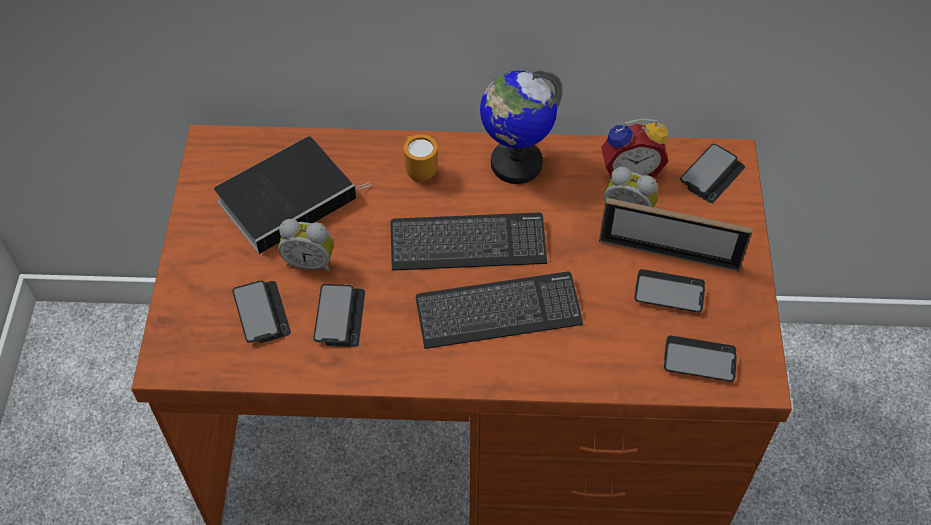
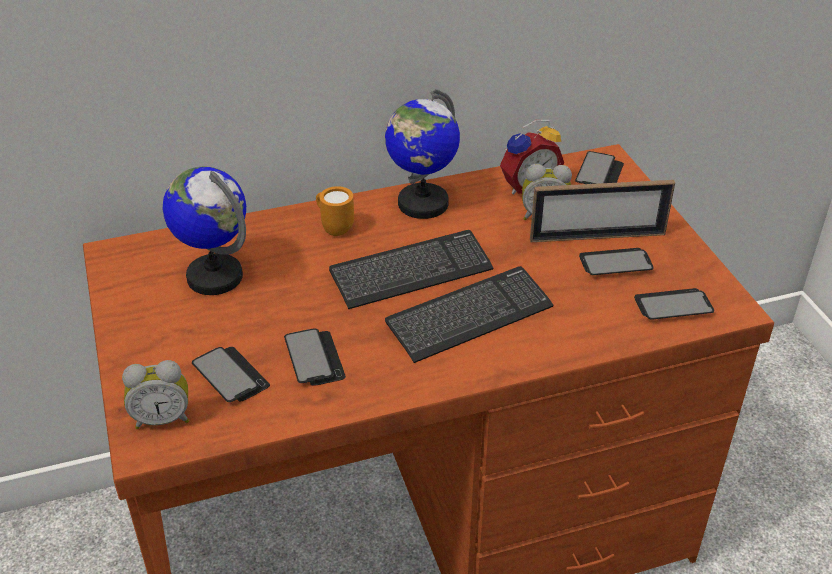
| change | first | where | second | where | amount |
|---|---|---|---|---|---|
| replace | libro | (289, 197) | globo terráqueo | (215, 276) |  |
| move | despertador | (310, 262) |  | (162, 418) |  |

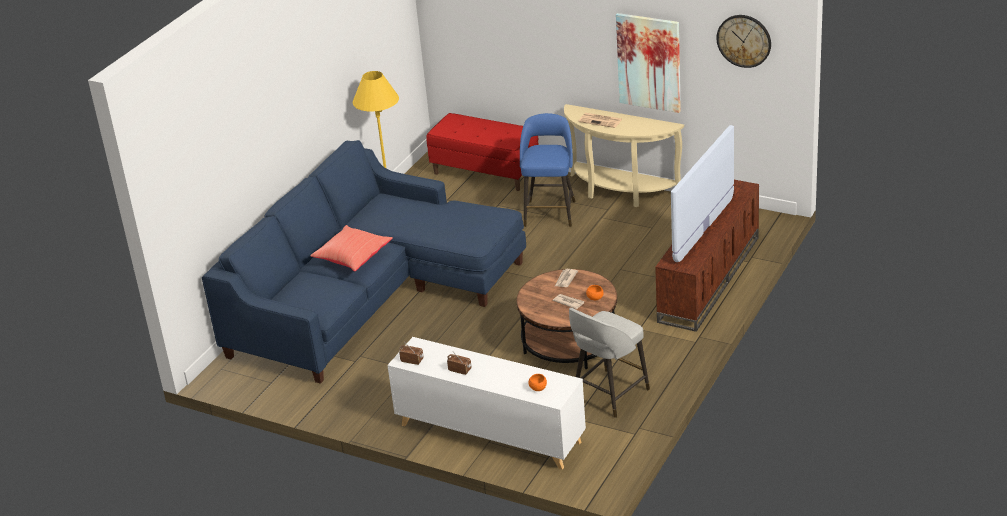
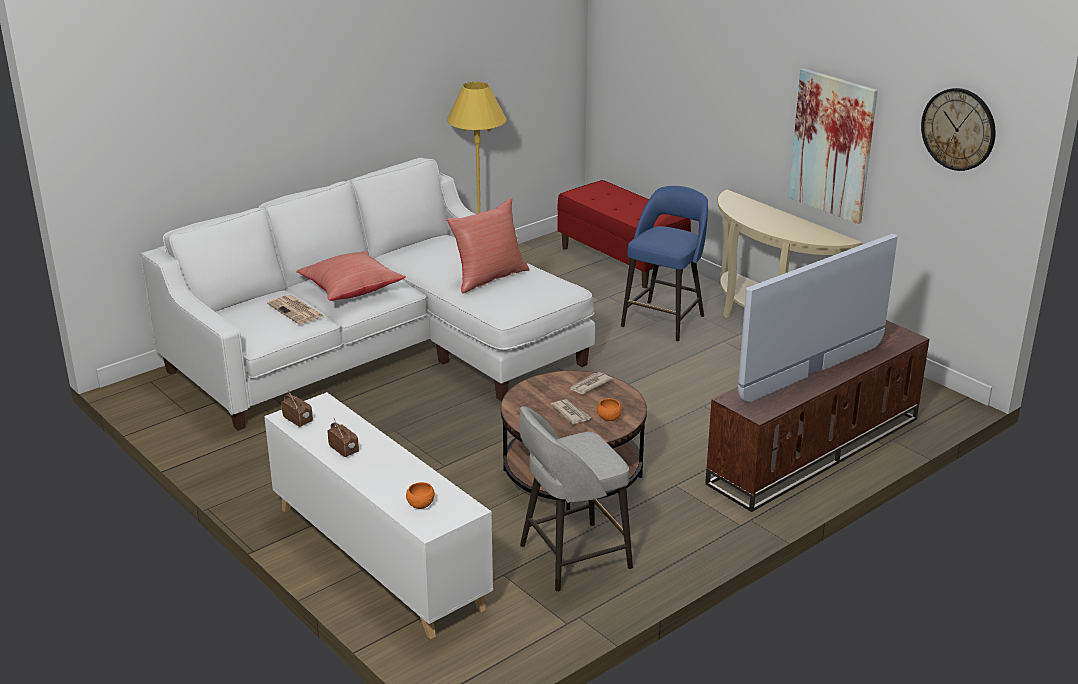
| change | first | where | second | where | amount |
|---|---|---|---|---|---|
| move | periódico | (601, 120) |  | (296, 310) |  |
| recolor | sofá (azul) | (370, 296) | sofá (blanco) | (381, 351) |  |
| insert |  |  | cojín (rojo) | (489, 277) |  |

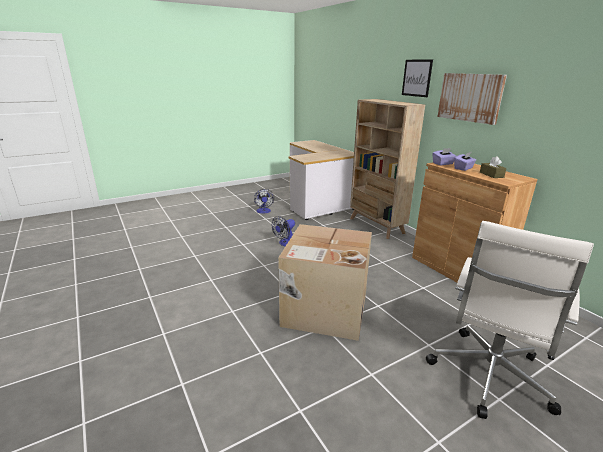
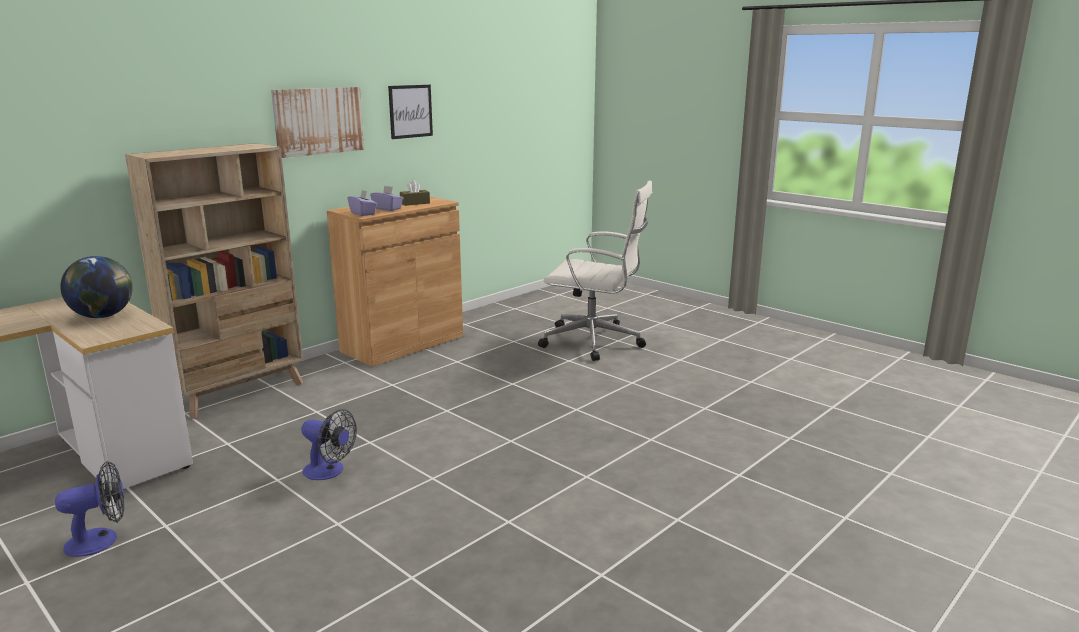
| change | first | where | second | where | amount |
|---|---|---|---|---|---|
| move | cuadro | (417, 78) |  | (410, 111) |  |
| delete | caja de cartón | (324, 310) |  |  |  |
| insert |  |  | globo terráqueo | (103, 316) |  |

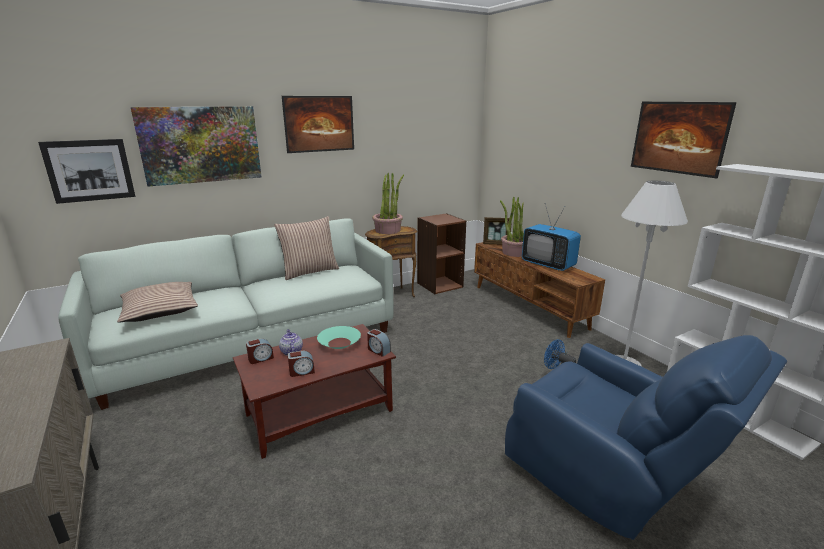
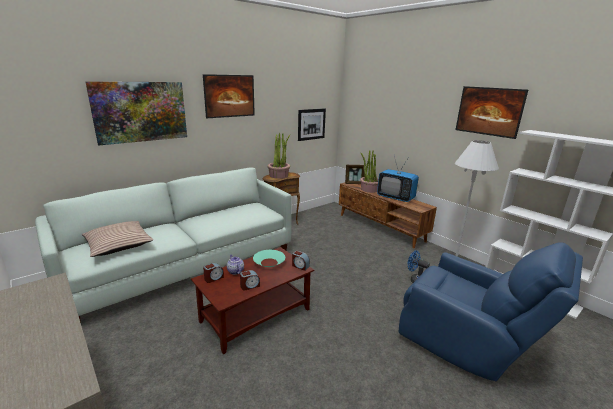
| change | first | where | second | where | amount |
|---|---|---|---|---|---|
| move | cuadro | (89, 170) |  | (311, 124) |  |
| delete | estantería (marrón) | (439, 285) |  |  |  |
| delete | cojín | (309, 271) |  |  |  |

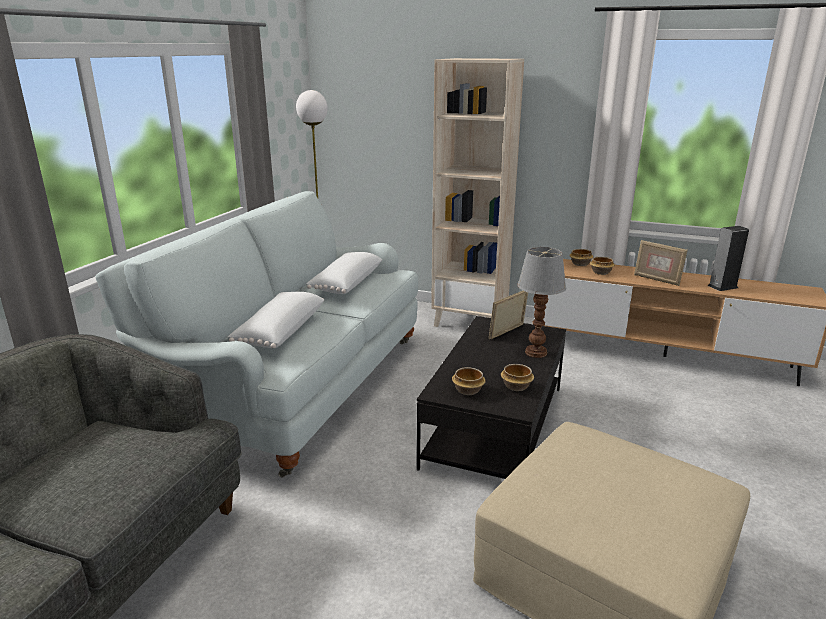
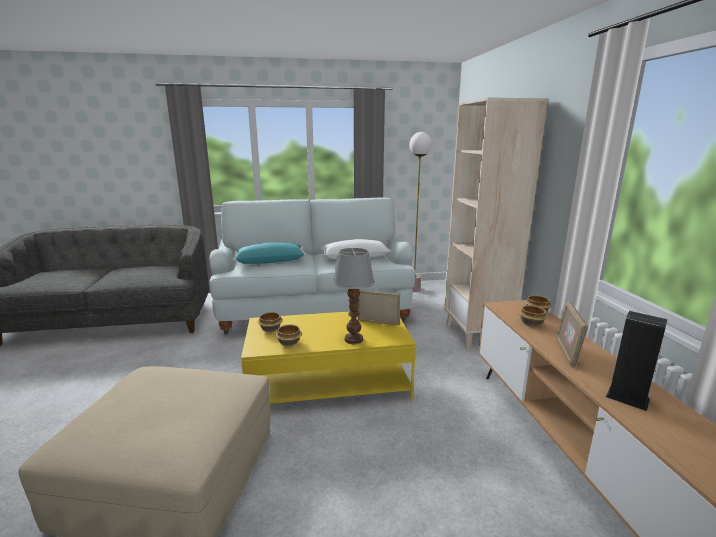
| change | first | where | second | where | amount |
|---|---|---|---|---|---|
| recolor | cojín (blanco) | (279, 331) | cojín (turquesa) | (270, 261) |  |
| recolor | mesa de centro (negro) | (495, 426) | mesa de centro (amarillo) | (329, 384) |  |

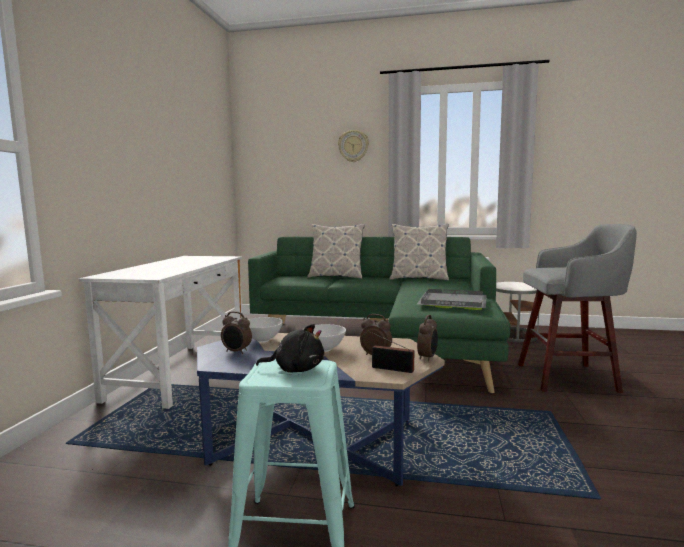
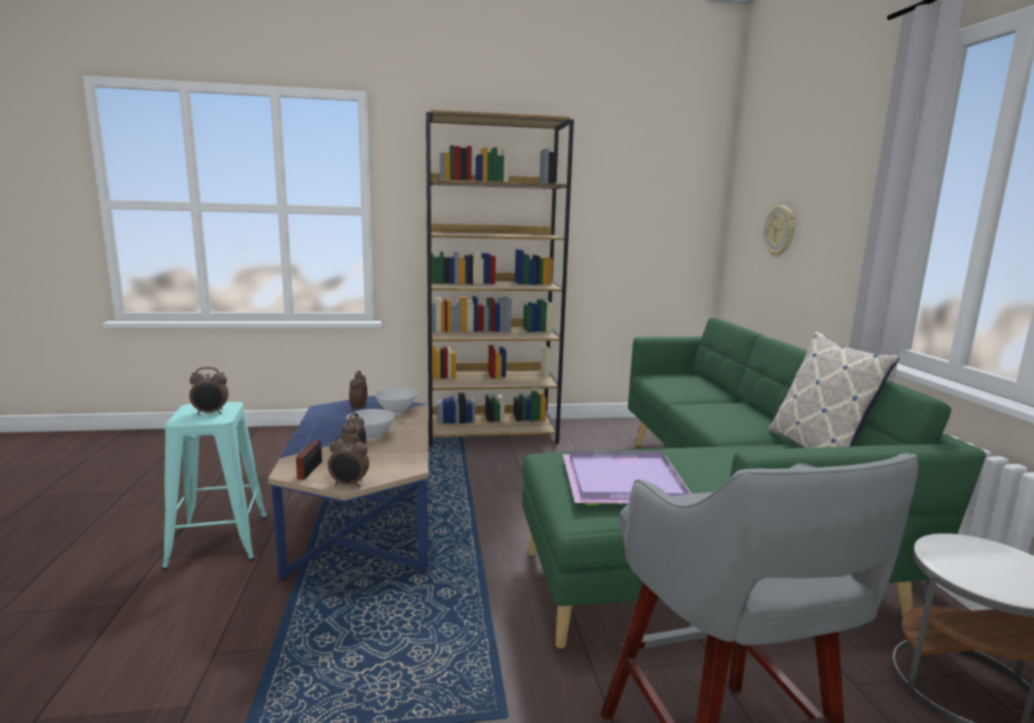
| change | first | where | second | where | amount |
|---|---|---|---|---|---|
| move | reloj de pared | (353, 146) |  | (780, 231) |  |
| delete | cojín | (336, 276) |  |  |  |
| replace | escritorio (blanco) | (180, 372) | estantería (marrón) | (492, 433) |  |
| recolor | bandeja (gris) | (454, 302) | bandeja (morado) | (622, 483) |  |
| replace | peluche (negro) | (296, 369) | despertador | (211, 413) |  |

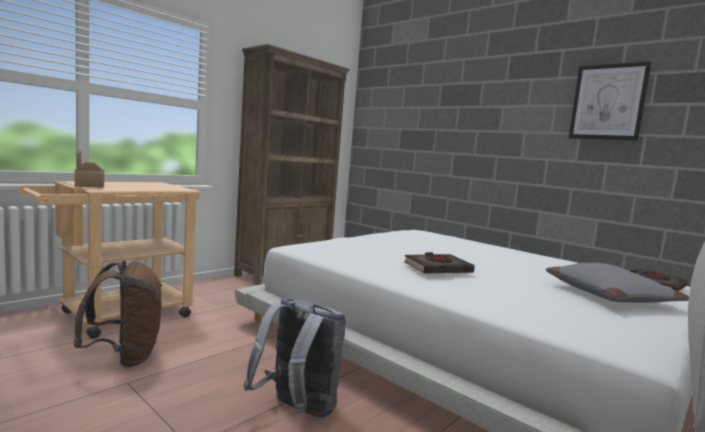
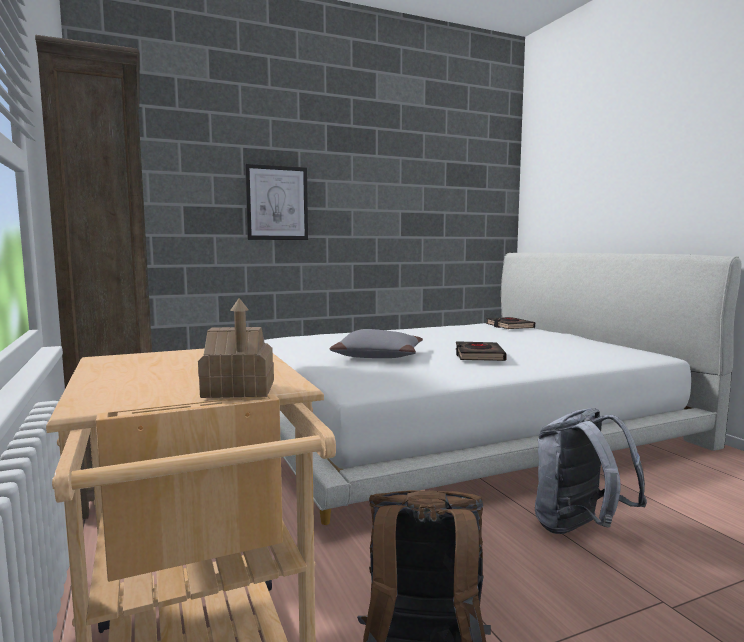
| change | first | where | second | where | amount |
|---|---|---|---|---|---|
| move | cuadro | (608, 102) |  | (277, 203) |  |
| move | cojín (gris) | (610, 296) |  | (378, 356) |  |

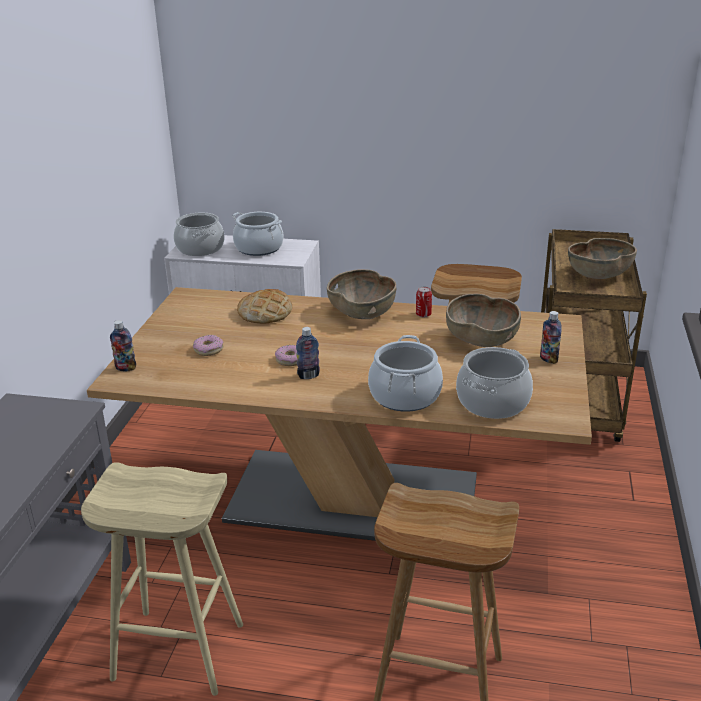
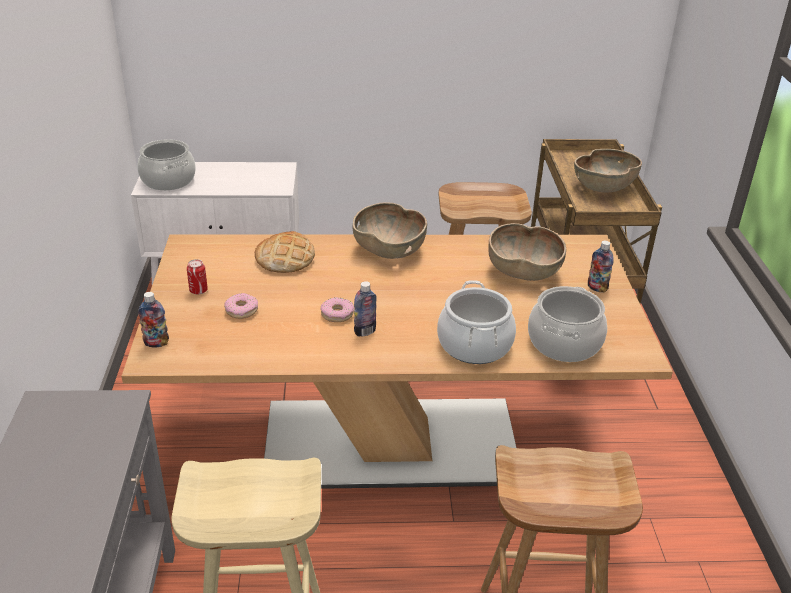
| change | first | where | second | where | amount |
|---|---|---|---|---|---|
| delete | olla | (259, 248) |  |  |  |
| move | lata | (423, 314) |  | (198, 290) |  |

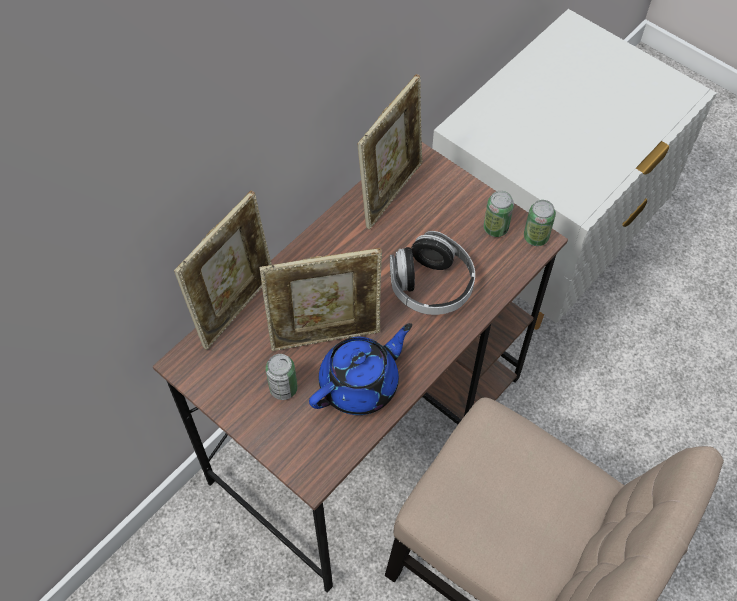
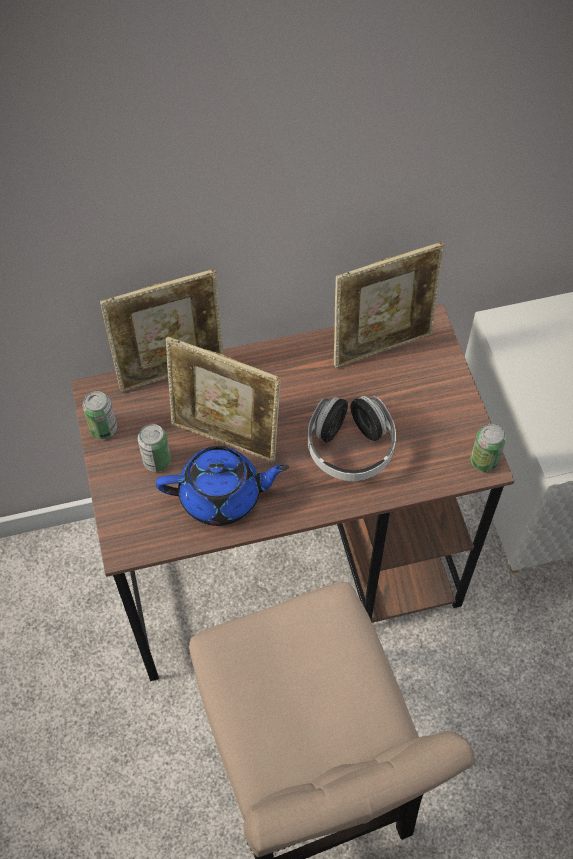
| change | first | where | second | where | amount |
|---|---|---|---|---|---|
| move | lata | (495, 228) |  | (103, 429) |  |

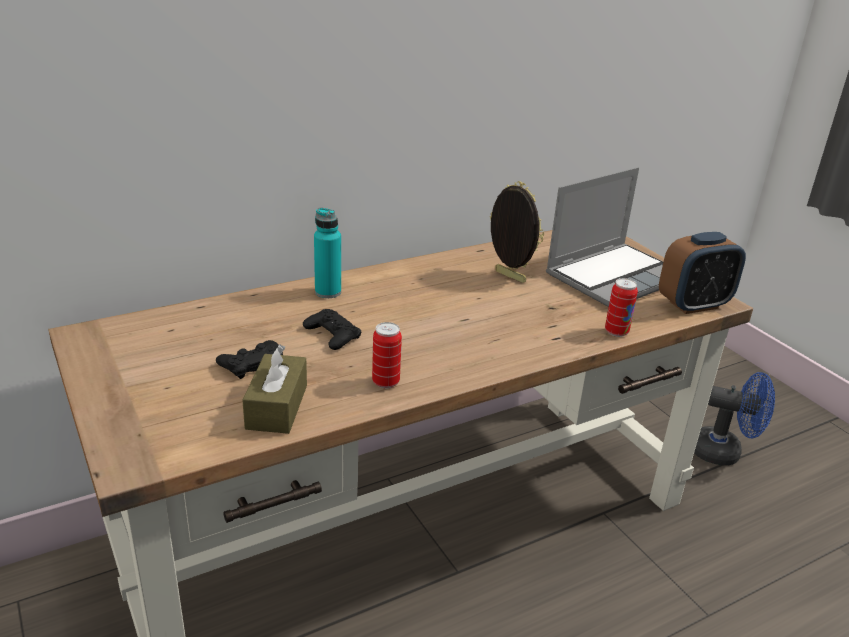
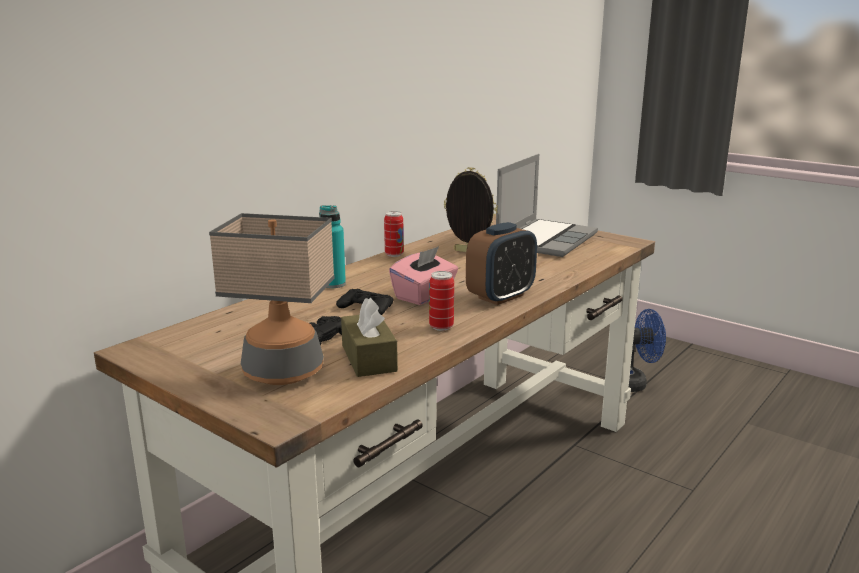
| change | first | where | second | where | amount |
|---|---|---|---|---|---|
| move | despertador | (693, 305) |  | (501, 297) |  |
| move | lata | (616, 332) |  | (394, 254) |  |
| insert |  |  | lámpara de mesa | (283, 372) |  |
| insert |  |  | caja de pañuelos (rosa) | (424, 295) |  |

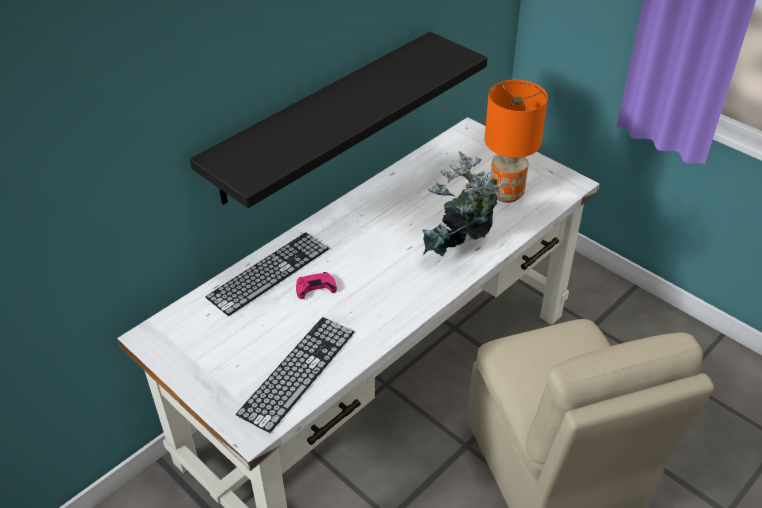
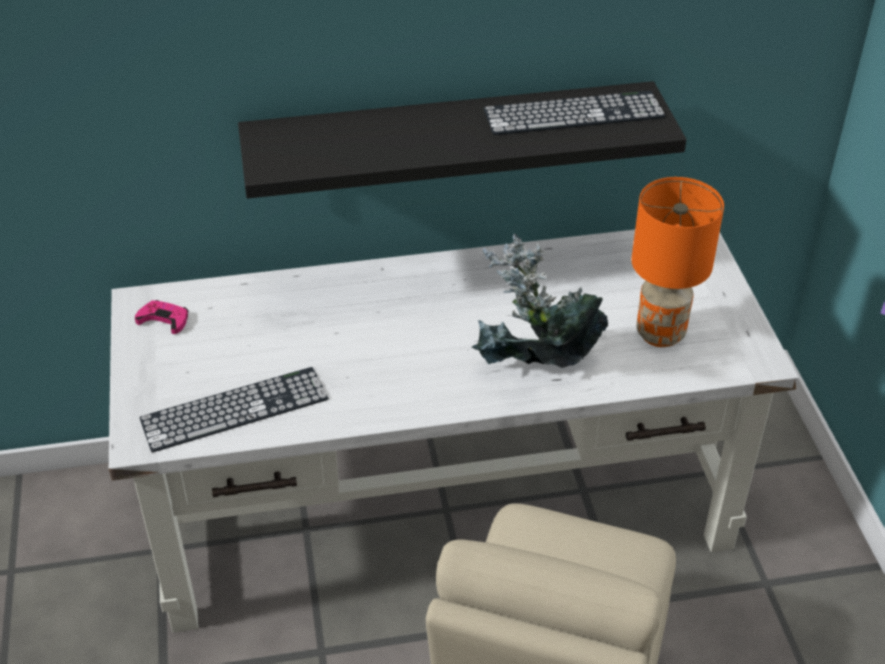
| change | first | where | second | where | amount |
|---|---|---|---|---|---|
| move | teclado | (269, 272) |  | (573, 113) |  |
| move | mando de consola (rosa) | (315, 287) |  | (164, 319) |  |

